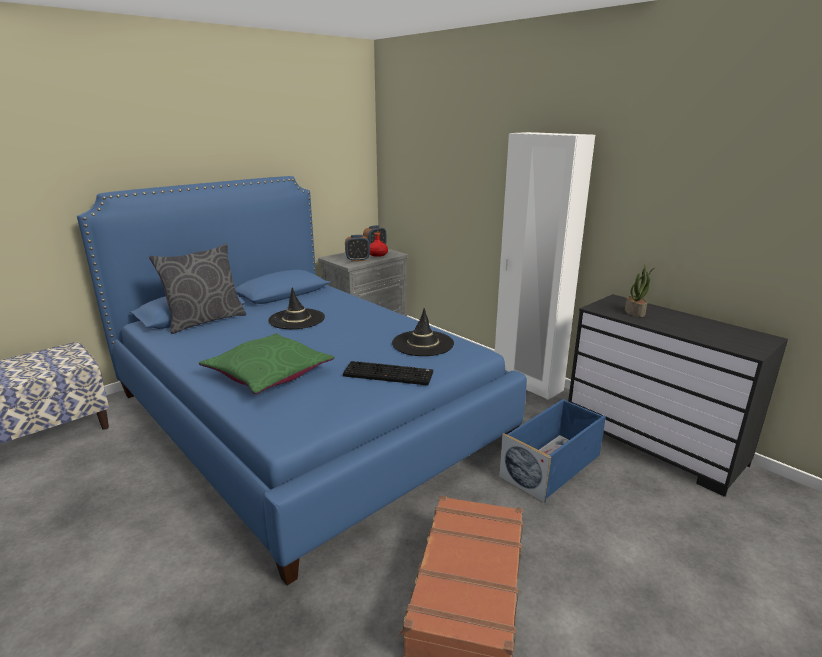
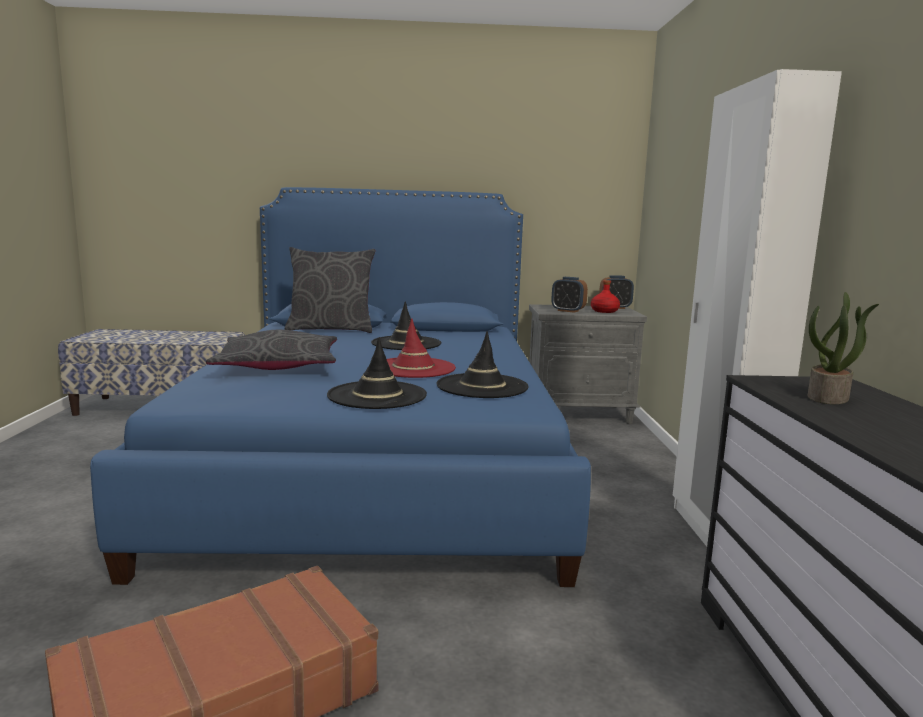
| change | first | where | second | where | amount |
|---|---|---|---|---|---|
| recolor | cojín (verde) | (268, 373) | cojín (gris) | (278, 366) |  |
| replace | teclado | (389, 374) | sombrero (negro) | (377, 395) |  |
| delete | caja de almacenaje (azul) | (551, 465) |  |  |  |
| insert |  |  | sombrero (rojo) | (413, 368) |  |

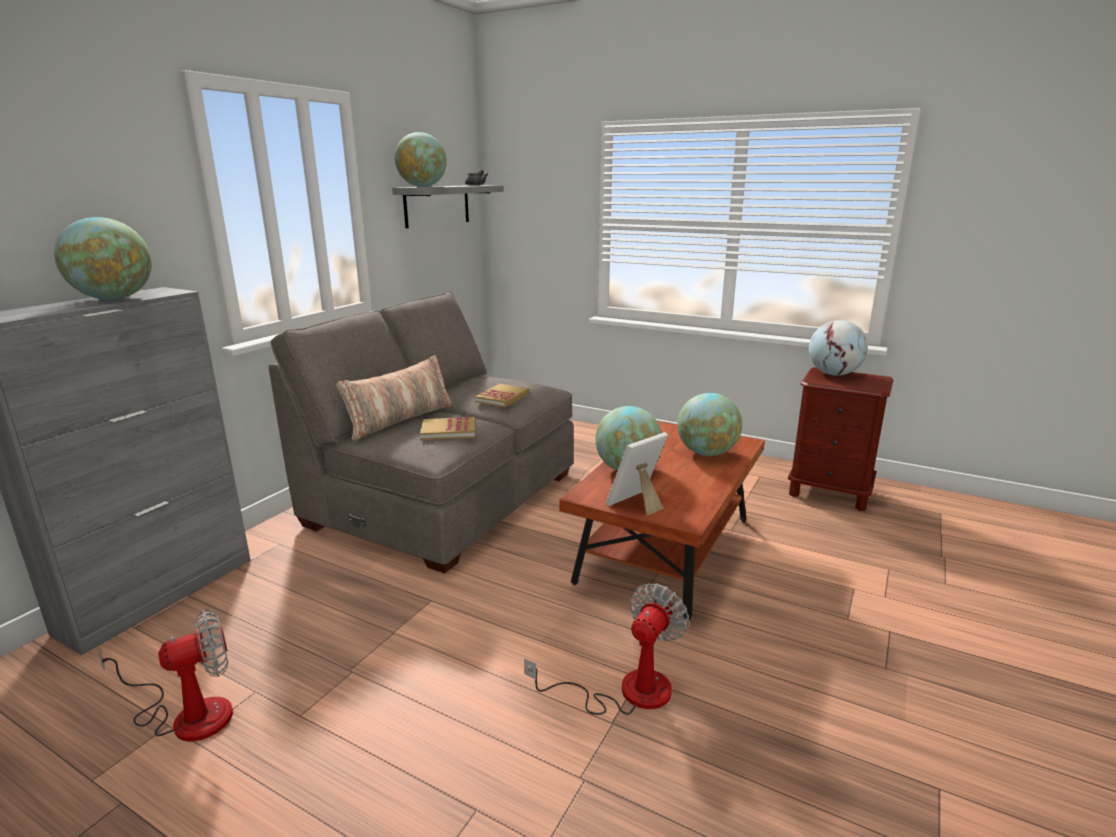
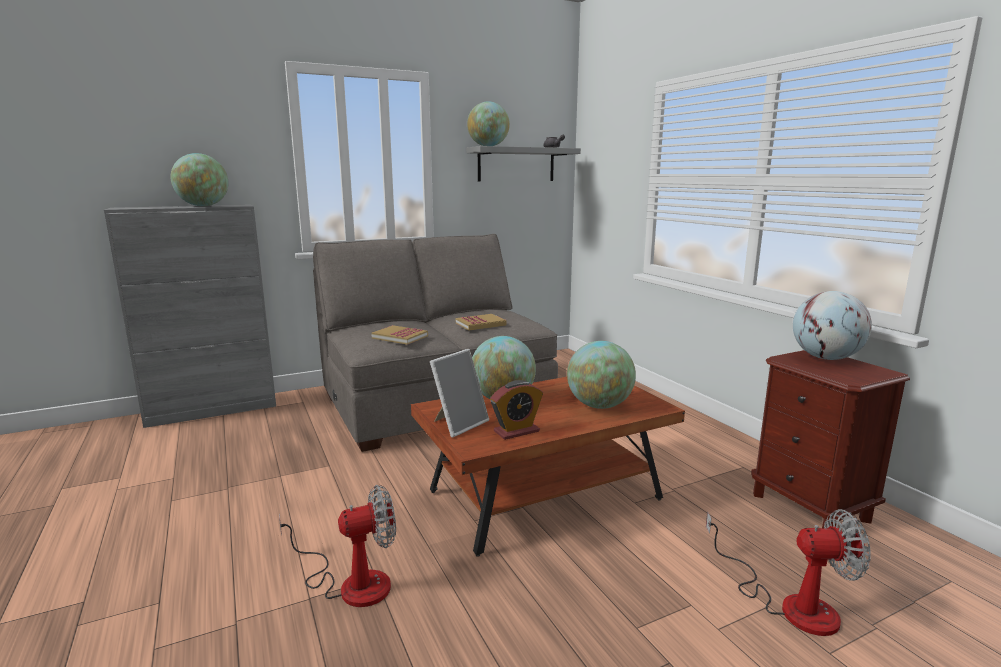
| change | first | where | second | where | amount |
|---|---|---|---|---|---|
| delete | cojín | (400, 419) |  |  |  |
| rotate | portarretratos | (637, 504) |  | (458, 424) | 135 degrees clockwise |
| move | ventilador | (188, 714) |  | (790, 603) |  |
| insert |  |  | despertador | (516, 431) |  |

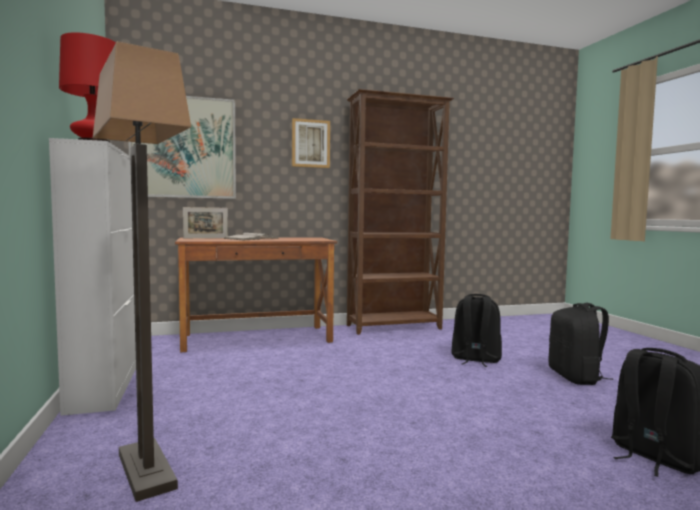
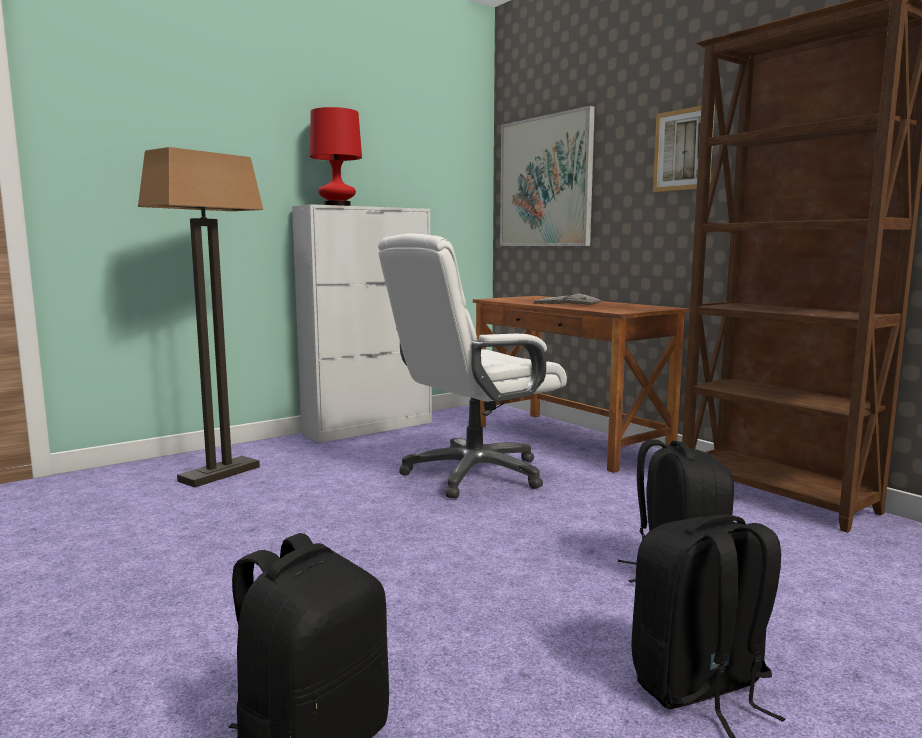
| change | first | where | second | where | amount |
|---|---|---|---|---|---|
| delete | portarretratos | (205, 238) |  |  |  |
| insert |  |  | silla de oficina (blanco) | (473, 474) |  |

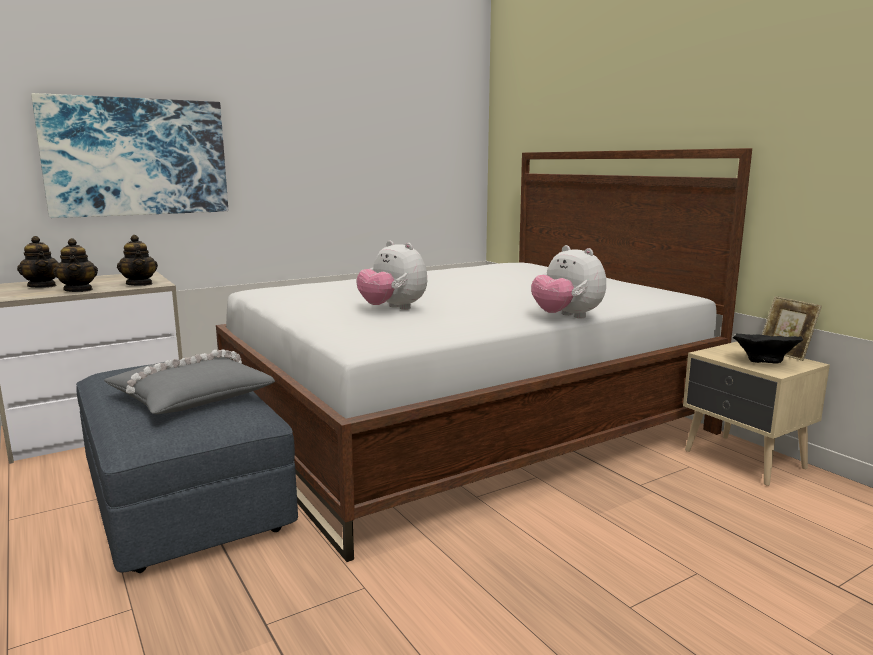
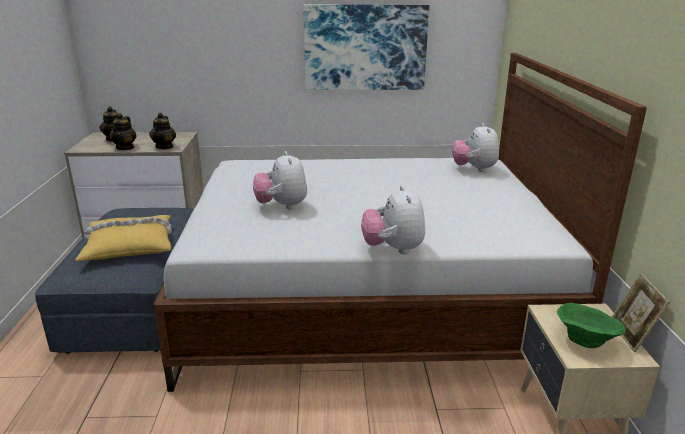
| change | first | where | second | where | amount |
|---|---|---|---|---|---|
| move | cuadro | (137, 157) |  | (365, 47) |  |
| recolor | cuenco (negro) | (763, 362) | cuenco (verde) | (584, 341) |  |
| recolor | cojín (gris) | (190, 396) | cojín (amarillo) | (129, 246) |  |
| insert |  |  | peluche | (474, 169) |  |

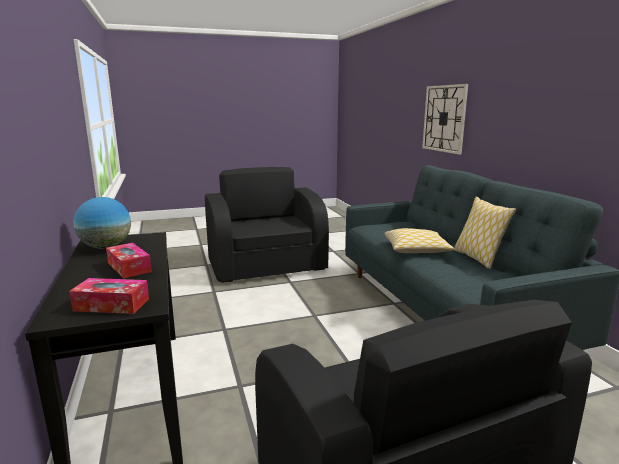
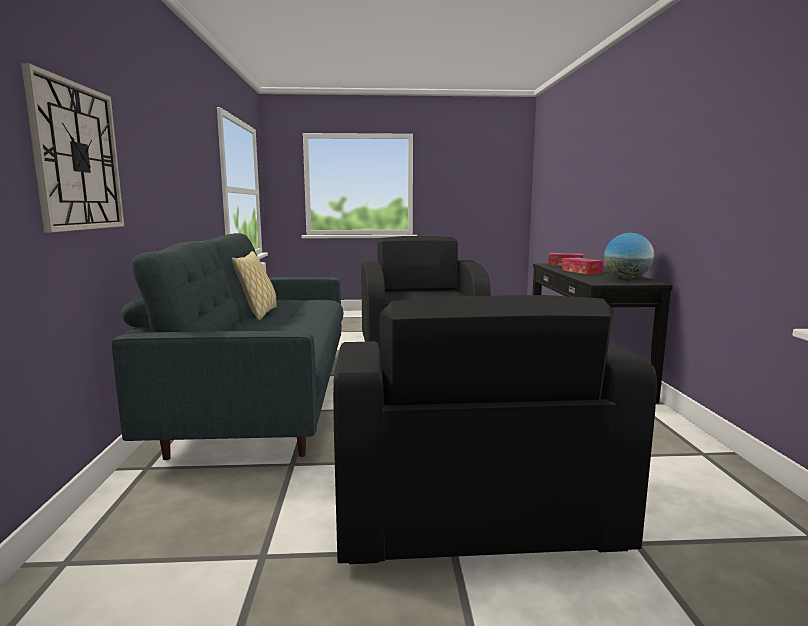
| change | first | where | second | where | amount |
|---|---|---|---|---|---|
| delete | cojín | (416, 250) |  |  |  |

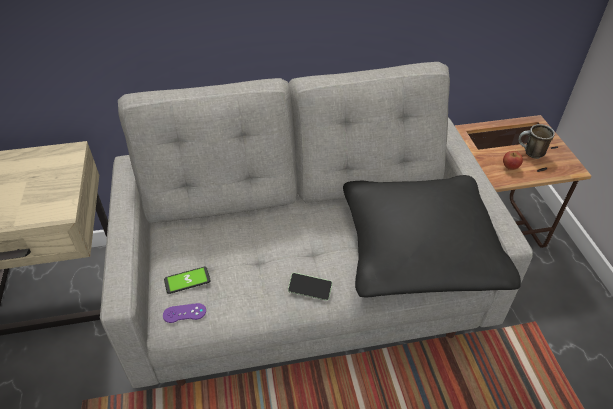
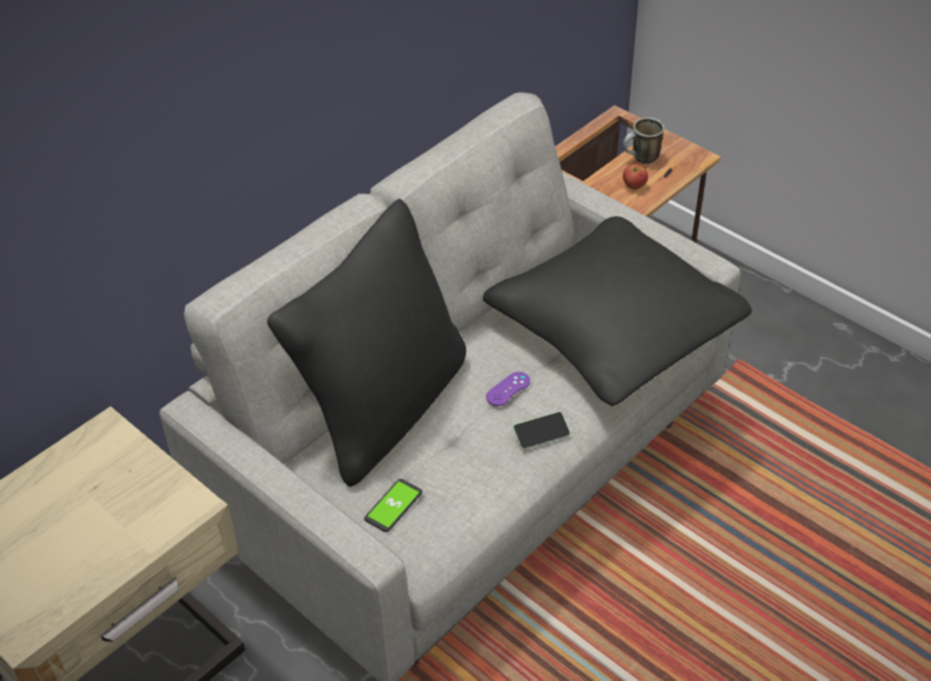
| change | first | where | second | where | amount |
|---|---|---|---|---|---|
| move | mando de consola (morado) | (184, 313) |  | (508, 389) |  |
| insert |  |  | cojín (negro) | (384, 409) |  |

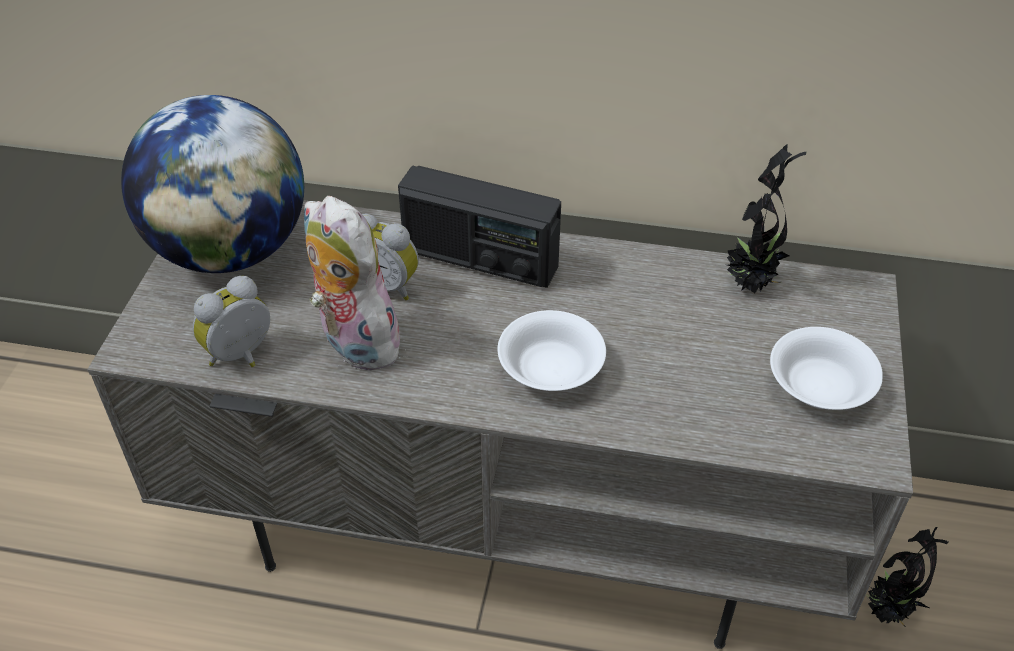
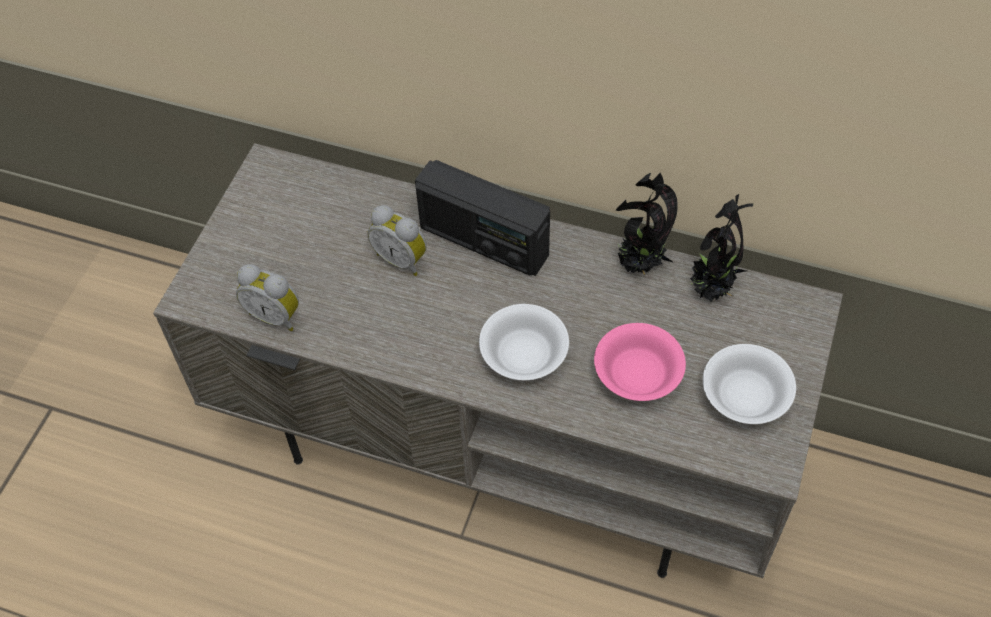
| change | first | where | second | where | amount |
|---|---|---|---|---|---|
| delete | globo terráqueo | (230, 250) |  |  |  |
| delete | peluche | (353, 342) |  |  |  |
| rotate | despertador | (242, 356) |  | (276, 315) | 120 degrees counterclockwise |
| move | planta en maceta | (887, 612) |  | (639, 265) |  |
| insert |  |  | cuenco (rosa) | (636, 373) |  |

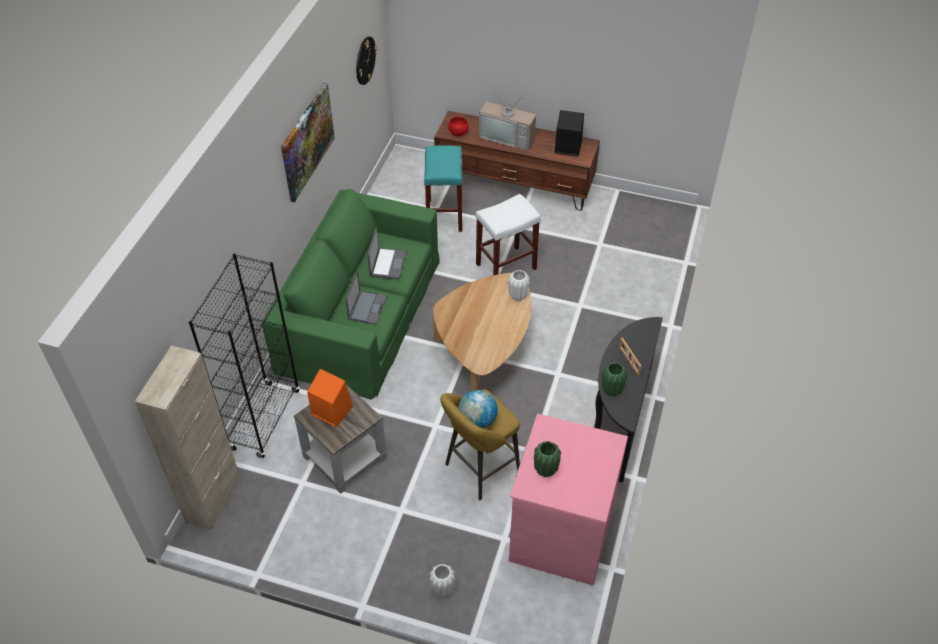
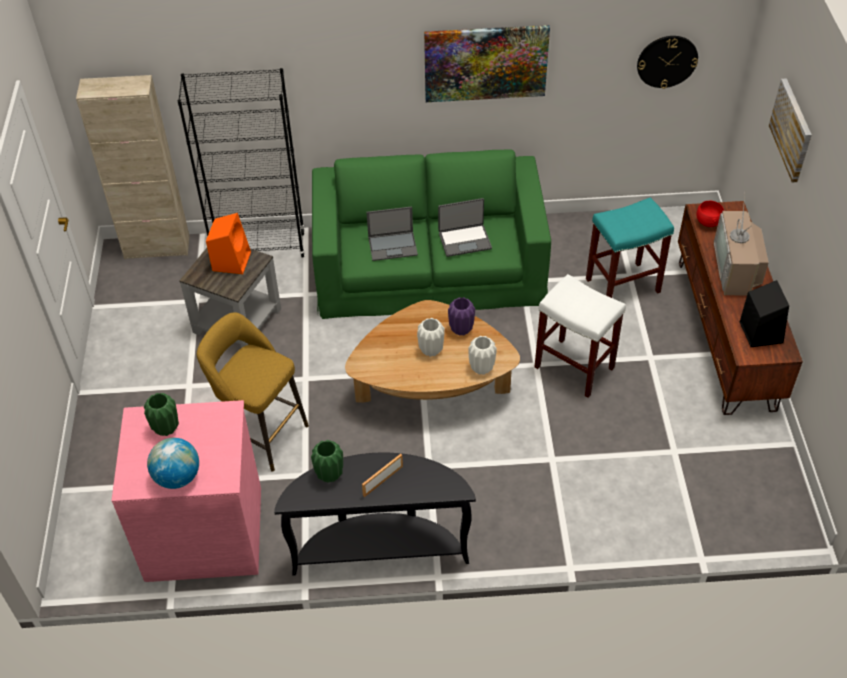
| change | first | where | second | where | amount |
|---|---|---|---|---|---|
| move | globo terráqueo | (477, 421) |  | (177, 477) |  |
| move | florero (blanco) | (442, 589) |  | (430, 350) |  |
| insert |  |  | cuadro | (792, 130) |  |
| insert |  |  | florero (morado) | (461, 329) |  |

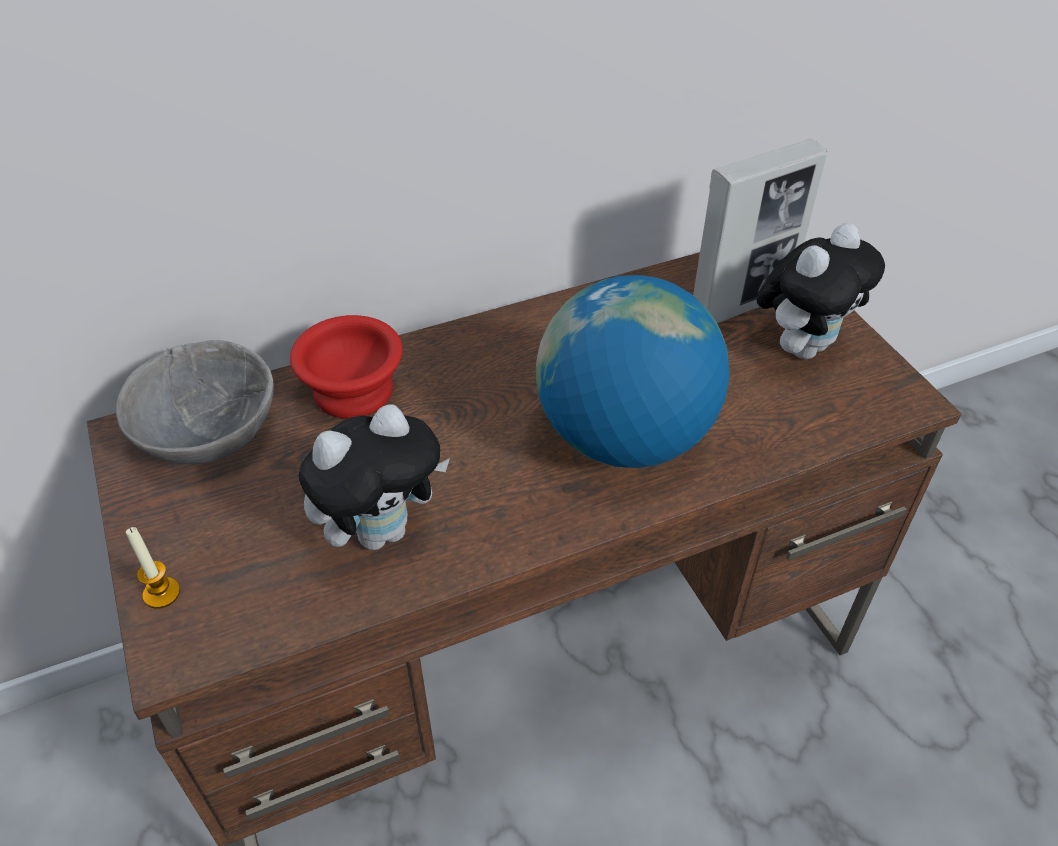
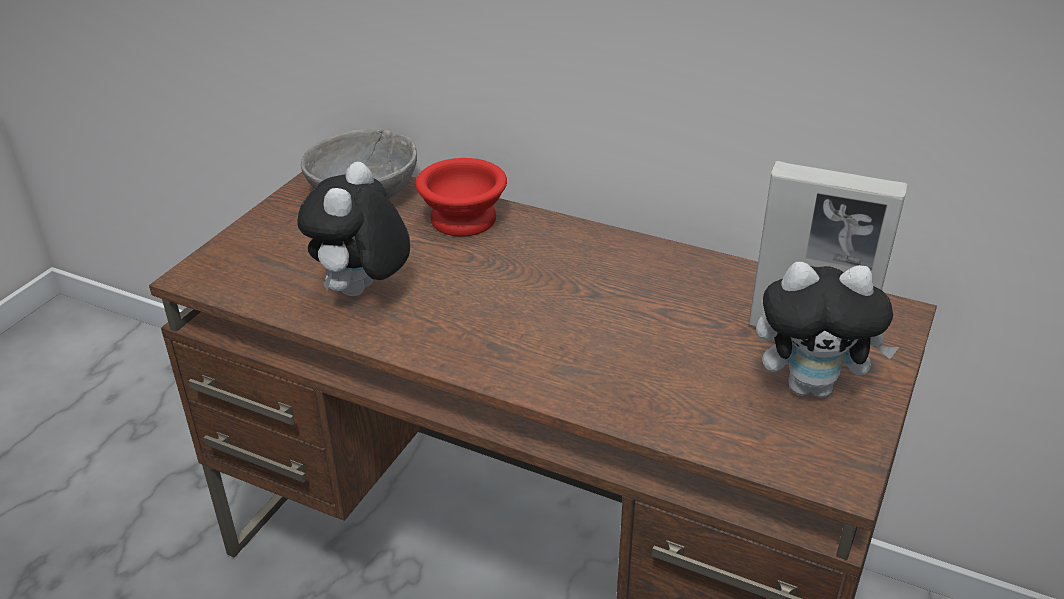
| change | first | where | second | where | amount |
|---|---|---|---|---|---|
| delete | globo terráqueo | (624, 437) |  |  |  |
| rotate | peluche | (382, 530) |  | (362, 292) | 90 degrees clockwise |
| delete | vela | (162, 593) |  |  |  |

